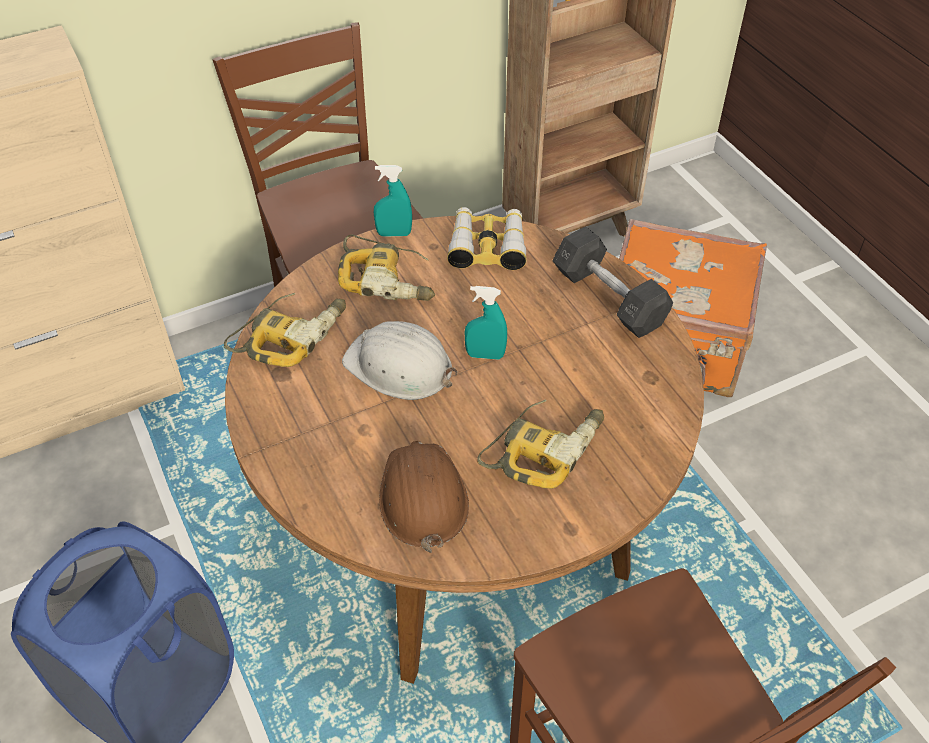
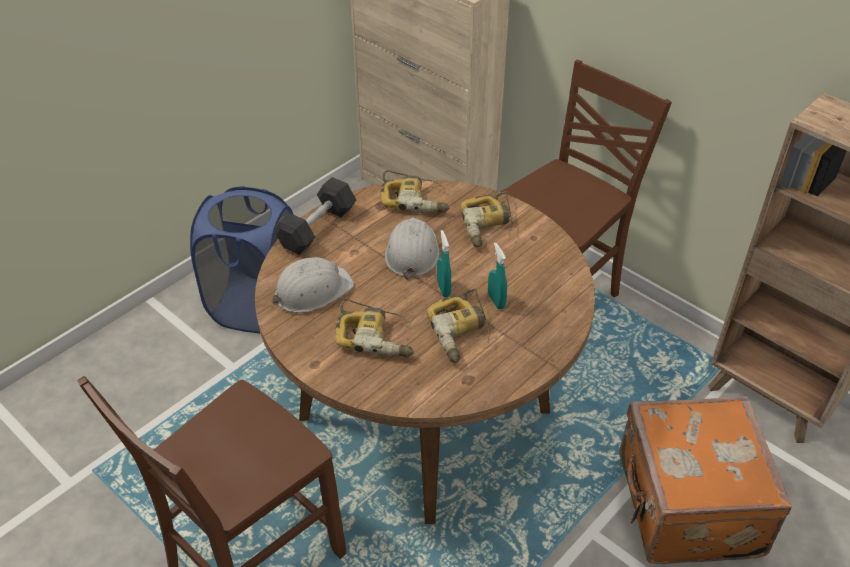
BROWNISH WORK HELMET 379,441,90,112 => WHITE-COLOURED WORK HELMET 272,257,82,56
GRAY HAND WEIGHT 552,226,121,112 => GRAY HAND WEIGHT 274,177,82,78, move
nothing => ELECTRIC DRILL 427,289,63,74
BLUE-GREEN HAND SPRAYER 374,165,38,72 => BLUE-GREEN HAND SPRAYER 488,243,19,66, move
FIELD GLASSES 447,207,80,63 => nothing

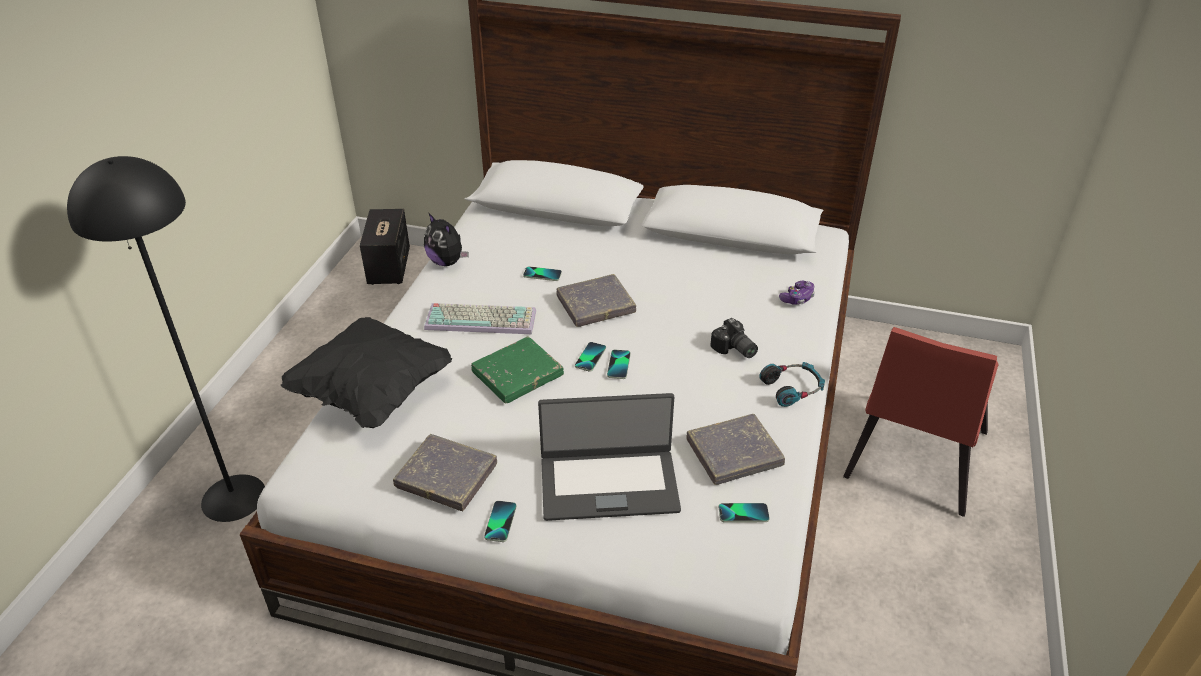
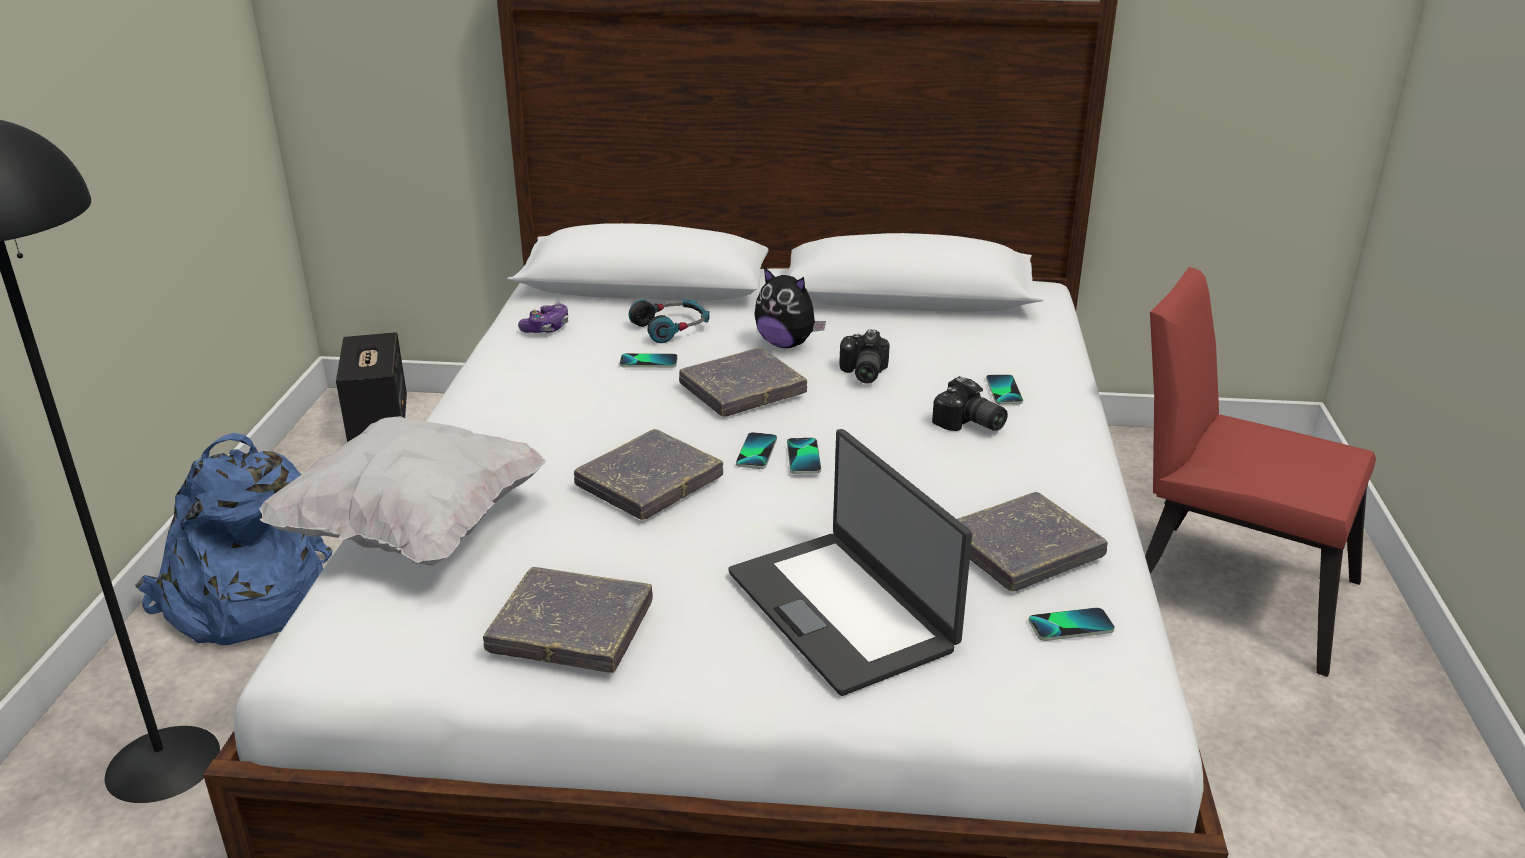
nothing => BLUISH RUCKSACK 135,433,197,212
BLACK PILLOW 281,317,171,111 => WHITE-COLOURED PILLOW 259,416,287,150
GAME CONTROLLER 779,281,36,24 => GAME CONTROLLER 518,302,50,31, move
GREEN-COLOURED BOOK 471,336,93,68 => GRAY BOOK 574,429,149,91
HEADPHONES 759,362,66,45 => HEADPHONES 629,299,81,44, move
PORTABLE COMPUTER 538,393,143,128 => PORTABLE COMPUTER 728,429,244,267, 75 degrees clockwise
PLUSH TOY 424,213,44,53 => PLUSH TOY 754,267,72,81, move
nothing => STILL CAMERA 839,329,51,55
TELEPHONE 484,501,33,41 => TELEPHONE 986,374,37,30, move
REDDISH CHAIR 843,327,156,190 => REDDISH CHAIR 1145,267,231,410, 105 degrees clockwise
PC KEYBOARD 424,303,112,31 => nothing

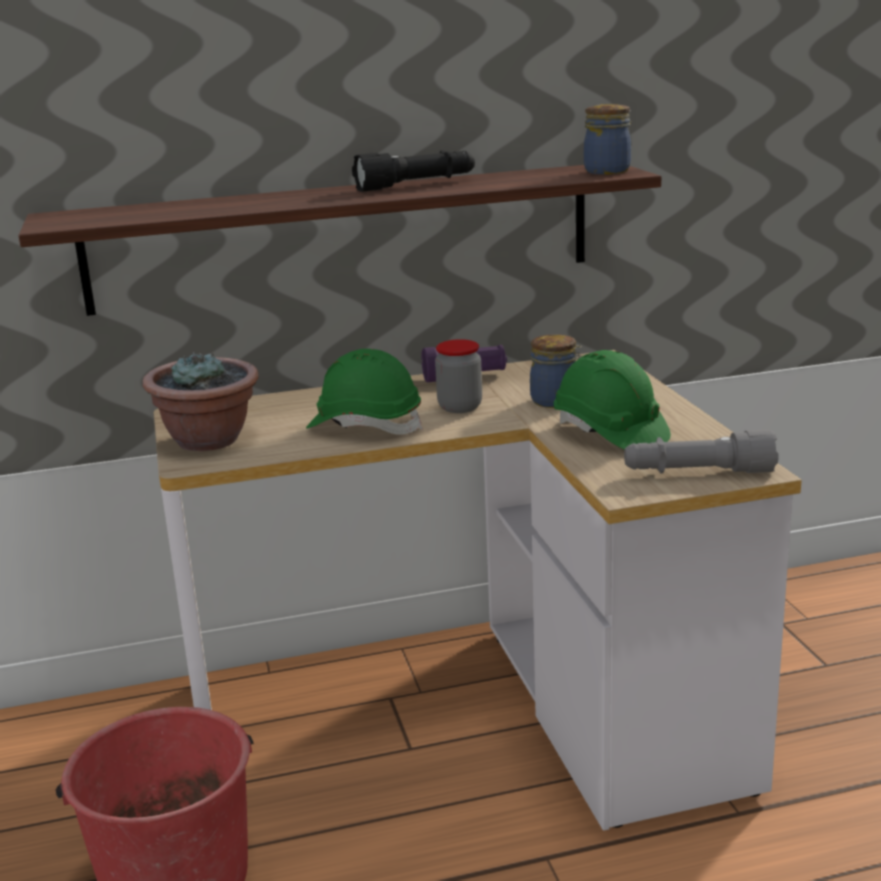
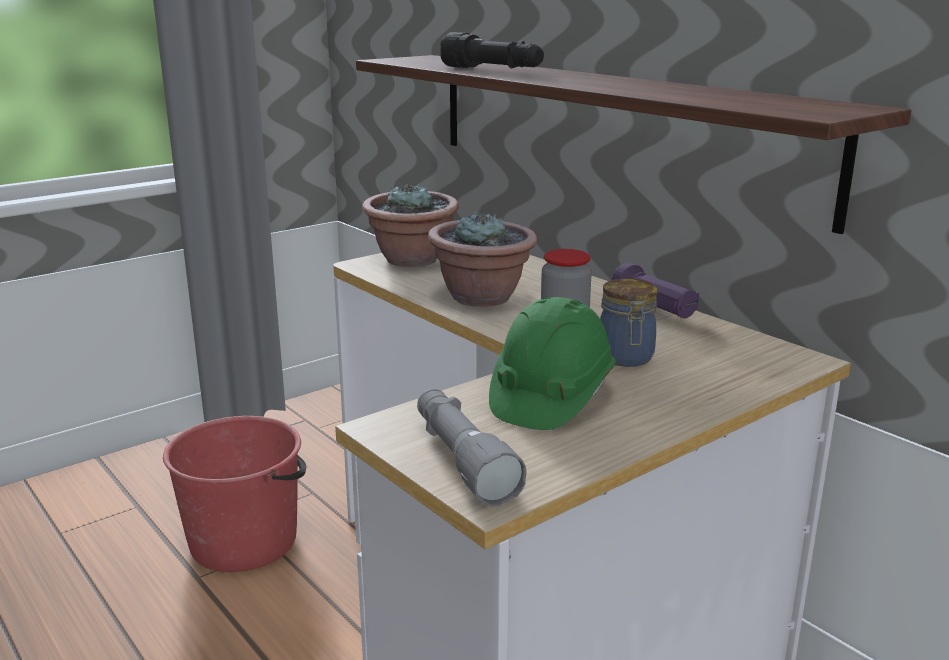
GREEN-COLOURED WORK HELMET 306,349,117,86 => POTTED PLANT 428,212,109,95
BLACK TORCH 352,150,123,42 => BLACK TORCH 440,32,104,36, move
PRESERVE JAR 584,104,48,70 => nothing

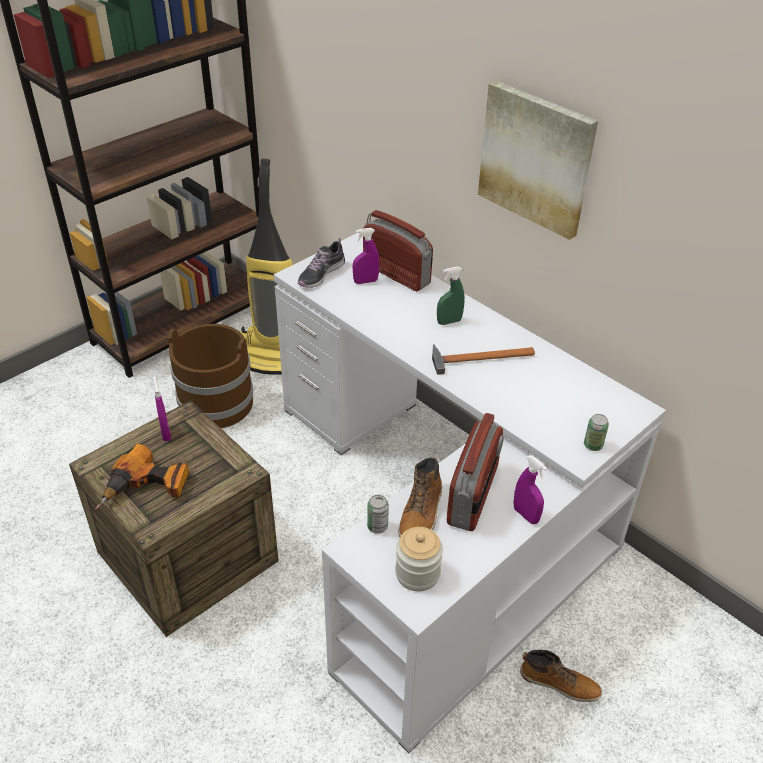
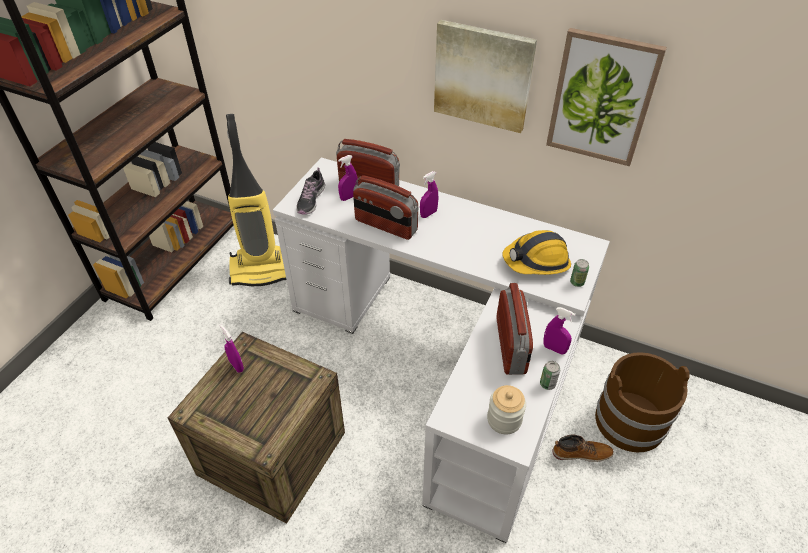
nothing => RADIO 353,175,66,65
GREEN-COLOURED HAND SPRAYER 437,267,28,58 => PURPLE HAND SPRAYER 420,171,18,47
nothing => WORK HELMET 502,230,69,45
SEALED CAN 367,495,22,39 => SEALED CAN 540,361,20,29, move
nothing => WALL ART 546,28,121,138
BROWNISH PAIL 168,324,85,104 => BROWNISH PAIL 595,352,95,100, move
ELECTRIC DRILL 95,443,94,67 => nothing
HIGH-TOP BOOT 398,457,44,80 => nothing
HAND HAMMER 432,344,103,31 => nothing

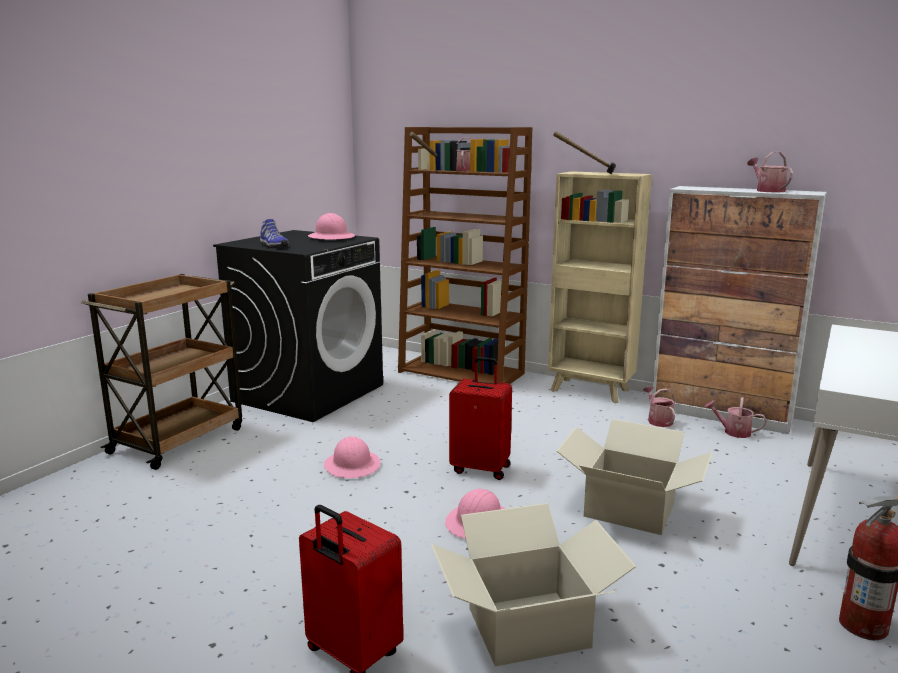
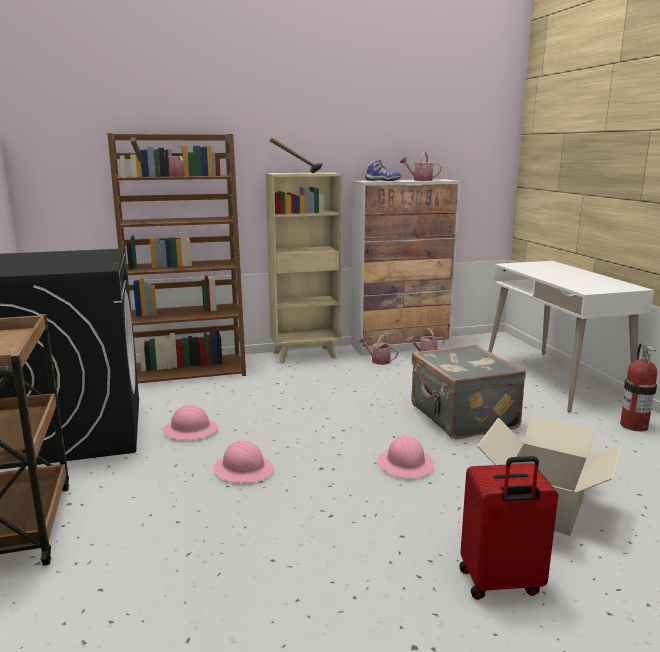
PINK-COLOURED WORK HELMET 308,213,47,27 => PINK-COLOURED WORK HELMET 163,405,55,35, move
LOW SHOE 260,219,29,29 => LOW SHOE 365,159,36,22, move
PACKING BOX 557,419,156,116 => GRAY PIECE OF LUGGAGE 411,345,115,94
REDDISH PIECE OF LUGGAGE 449,357,63,123 => nothing

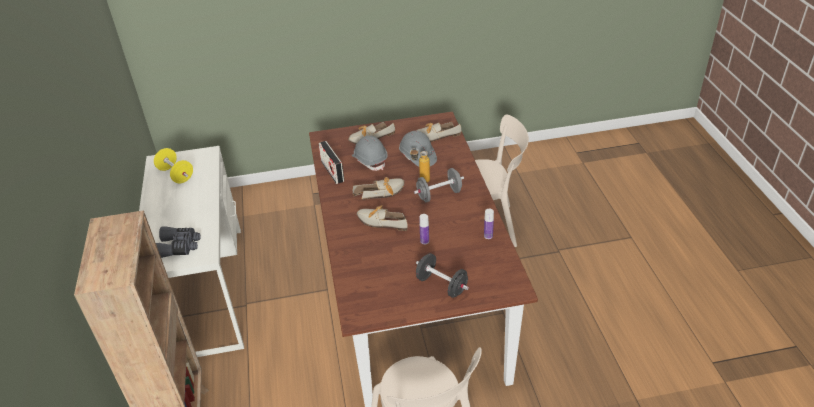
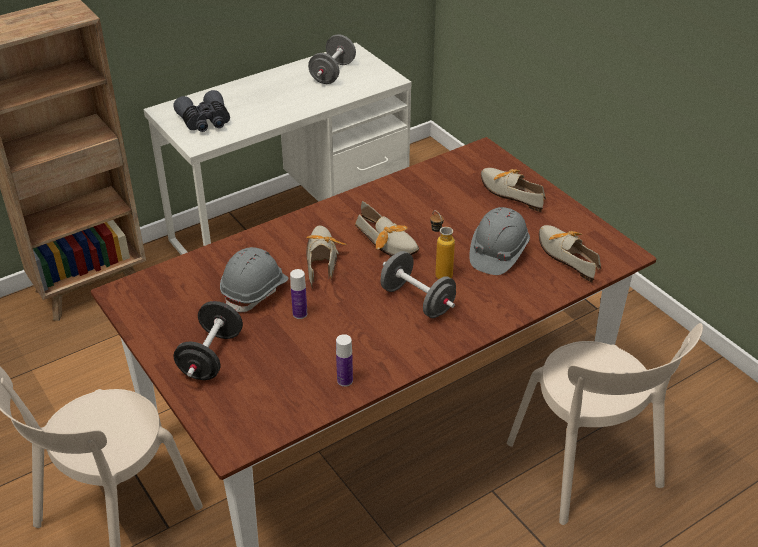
GRAY WORK HELMET 352,136,35,35 => GRAY WORK HELMET 220,247,68,65, move
YELLOW HAND WEIGHT 154,148,39,35 => GRAY HAND WEIGHT 308,34,48,50
RADIO 318,141,26,43 => nothing

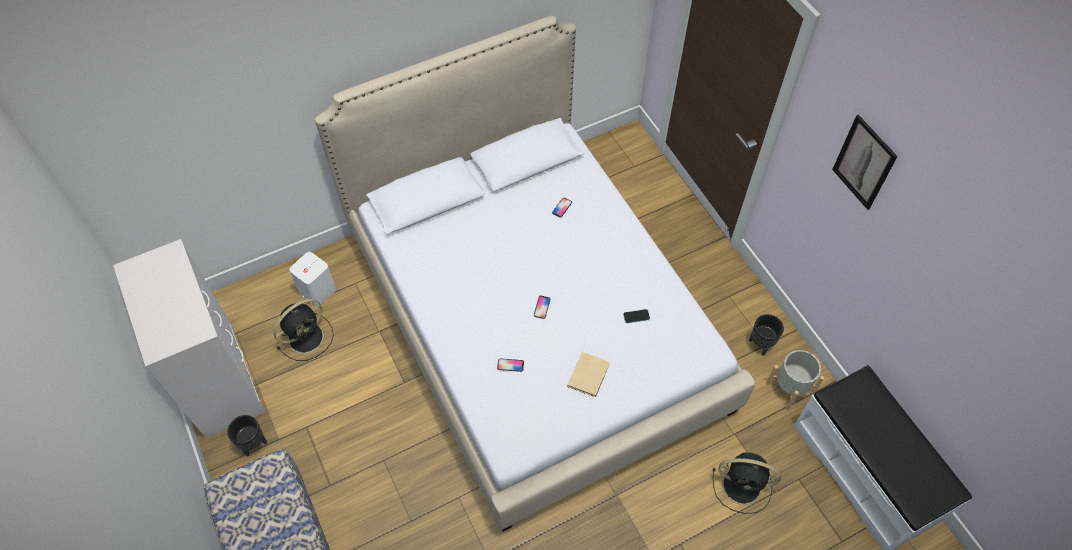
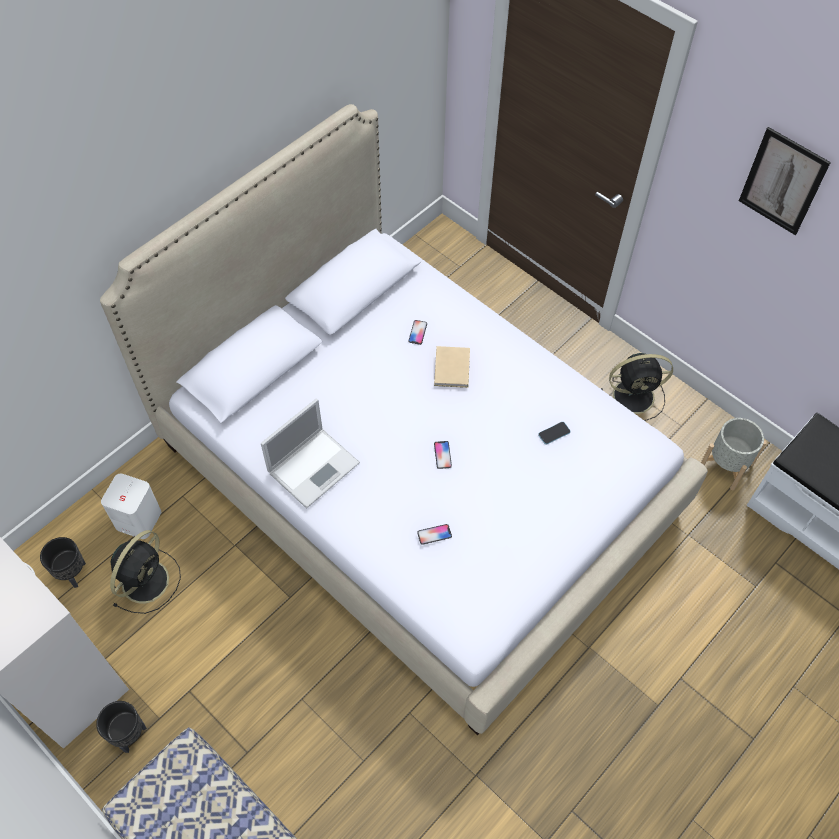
BLACK PLANTER 749,314,35,42 => BLACK PLANTER 40,537,46,51, move
nothing => PORTABLE COMPUTER 261,398,99,110
BEIGE-COLOURED BOOK 567,352,43,46 => BEIGE-COLOURED BOOK 434,346,36,42, move
BLACK COOLING FAN 713,452,68,62 => BLACK COOLING FAN 600,353,73,68, move

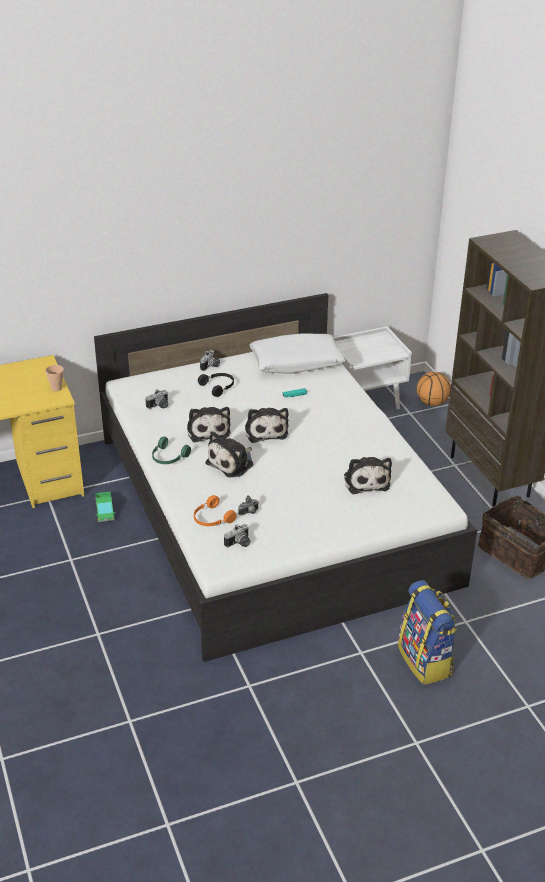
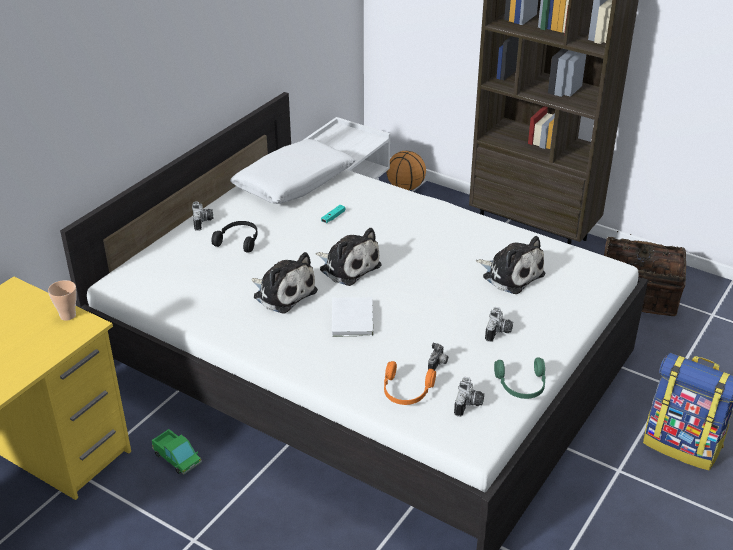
PLUSH TOY 205,432,48,46 => WHITE-COLOURED BOOK 332,297,41,40
STILL CAMERA 146,389,22,20 => STILL CAMERA 485,307,28,35, move
GREEN-COLOURED HEADPHONES 152,437,39,27 => GREEN-COLOURED HEADPHONES 494,358,52,41, move

